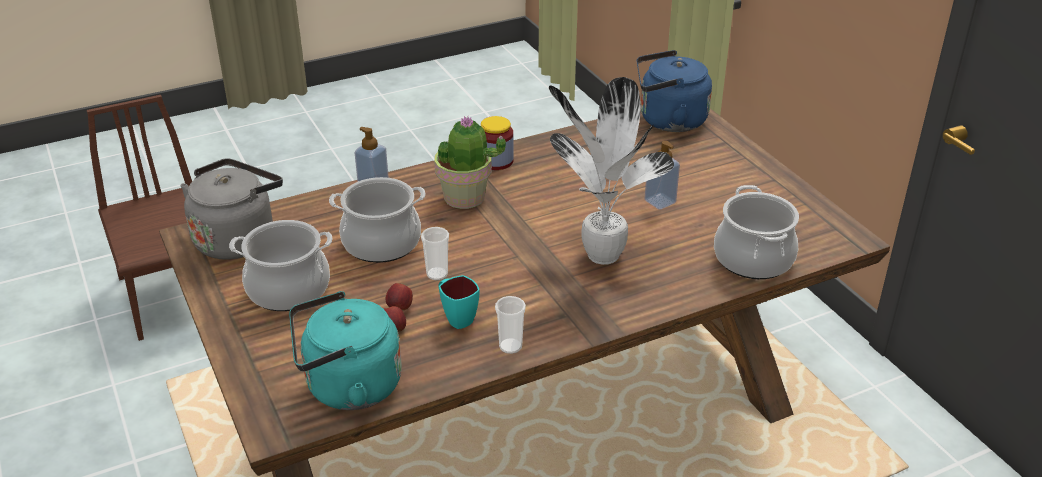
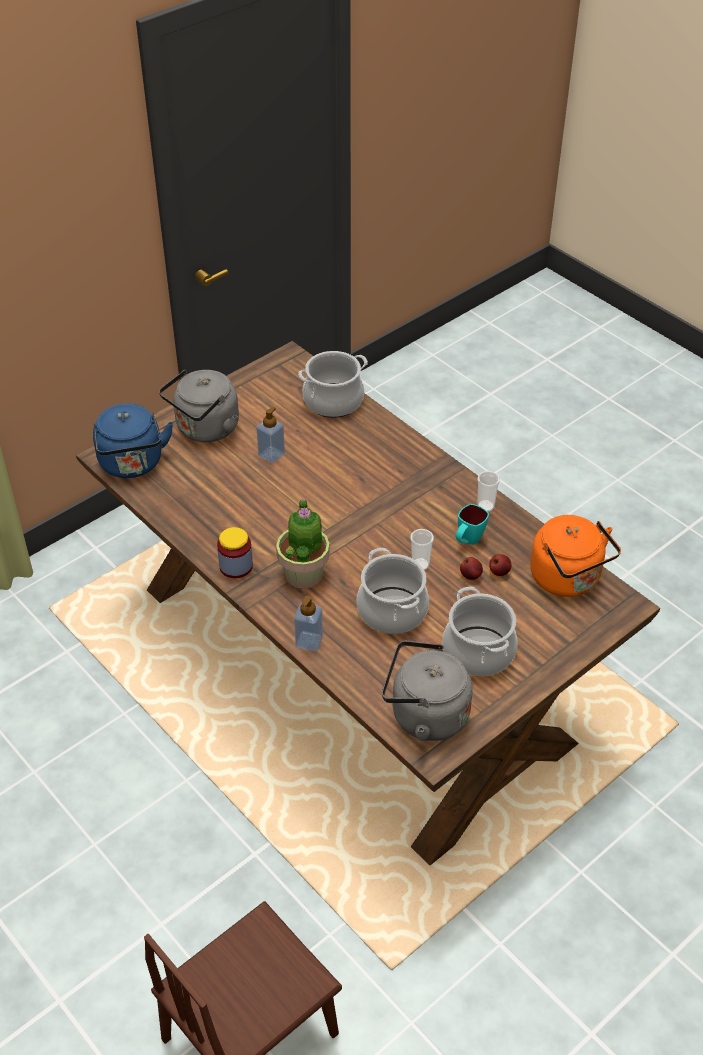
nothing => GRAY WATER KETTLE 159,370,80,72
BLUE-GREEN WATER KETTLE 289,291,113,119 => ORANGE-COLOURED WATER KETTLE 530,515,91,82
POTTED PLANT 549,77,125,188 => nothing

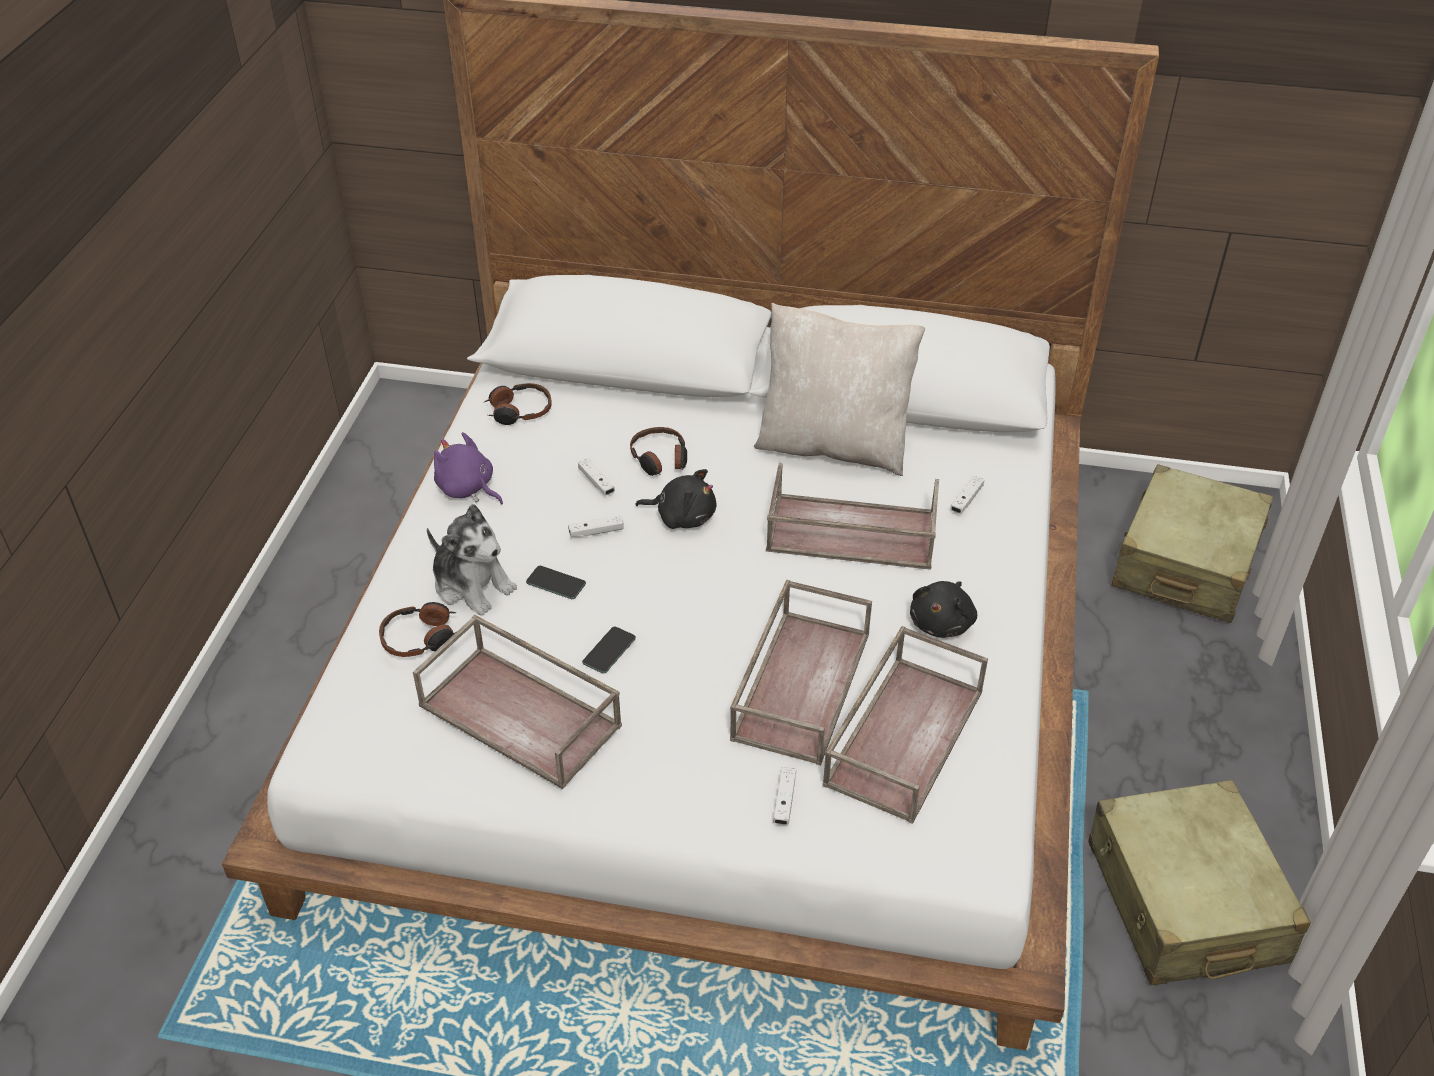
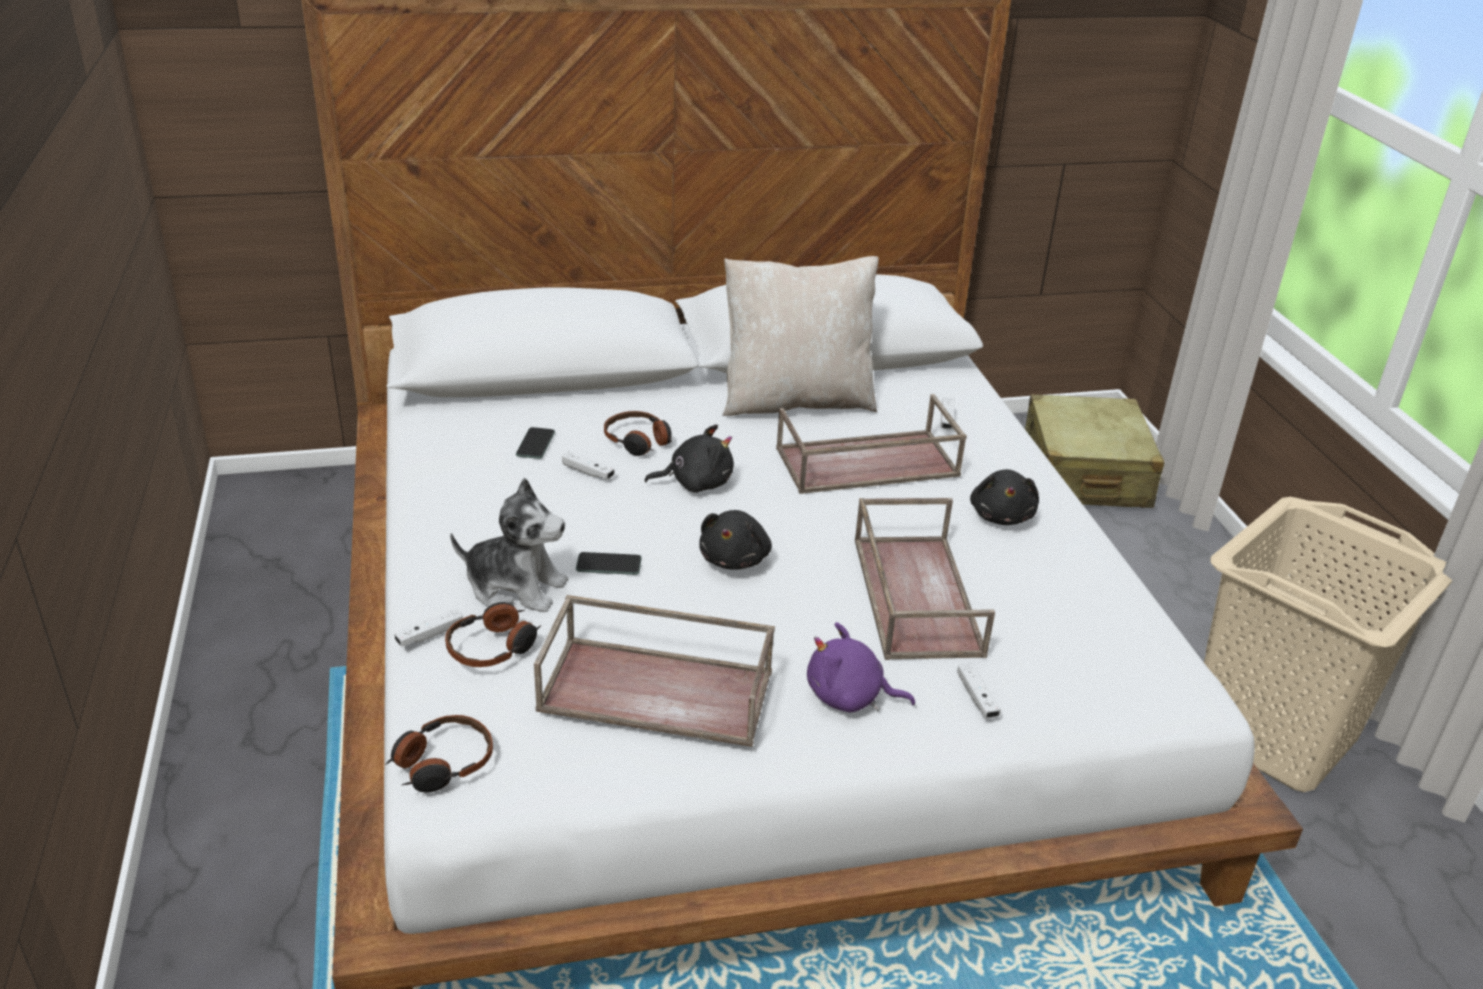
HEADPHONES 484,383,68,42 => HEADPHONES 385,715,108,78, move
WHITE-COLOURED GAME CONTROLLER 568,515,56,22 => WHITE-COLOURED GAME CONTROLLER 394,608,69,39, move
TELEPHONE 582,627,54,47 => TELEPHONE 516,427,39,32, move
nothing => BLACK PLUSH TOY 699,510,73,60
PURPLE PLUSH TOY 434,432,69,73 => PURPLE PLUSH TOY 807,622,108,90, move
BEIGE-COLOURED PIECE OF LUGGAGE 1088,780,223,205 => BEIGE-COLOURED HAMPER 1204,497,248,295
BROWNISH TRAY 822,626,166,198 => nothing

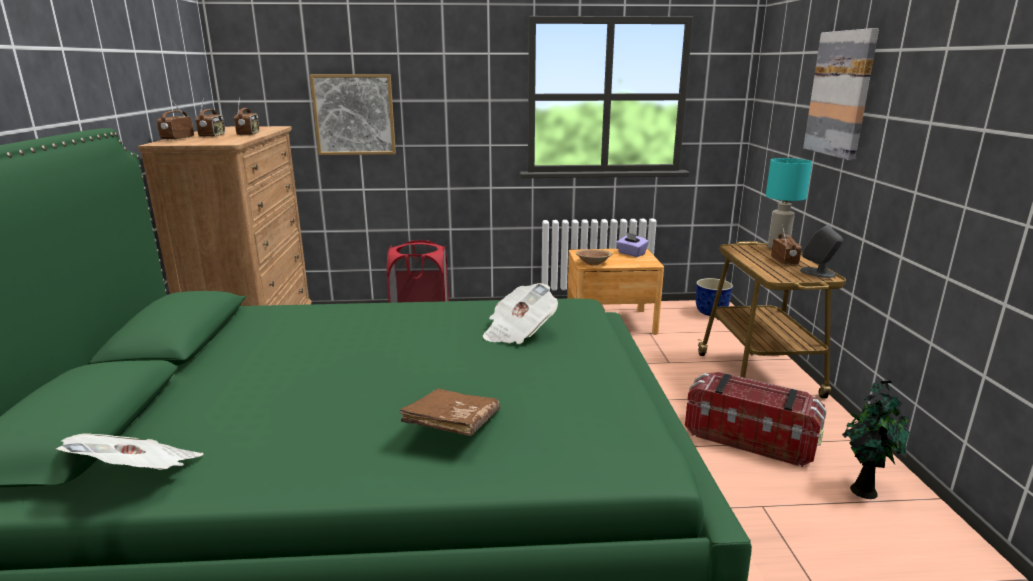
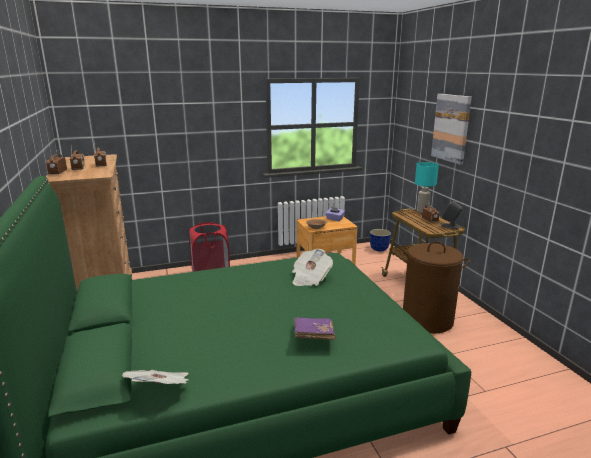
BROWNISH BOOK 399,388,101,48 => PURPLE BOOK 294,317,42,23
STORAGE BOX 685,372,142,95 => BROWNISH HAMPER 401,241,69,93
WALL ART 310,74,86,81 => nothing
POTTED PLANT 842,379,68,120 => nothing

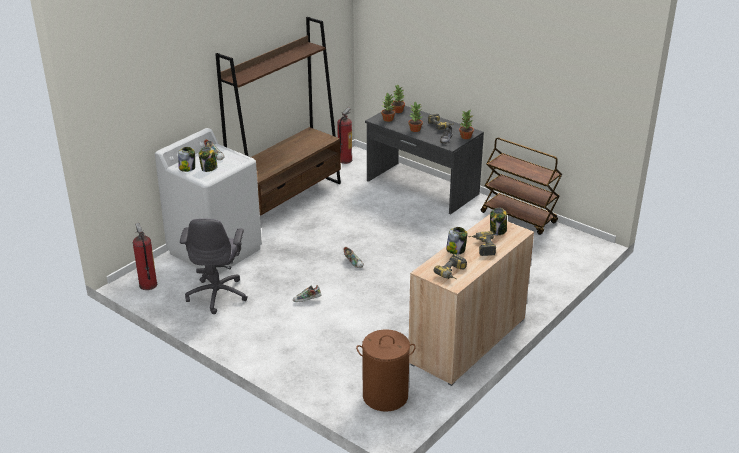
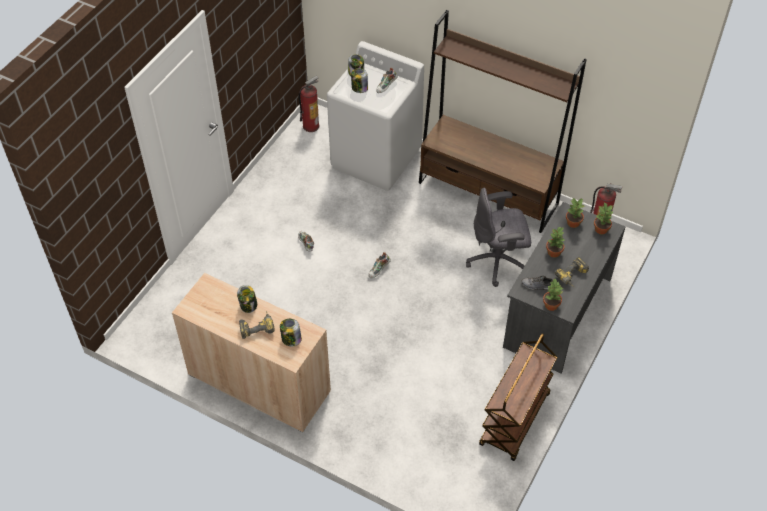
GRAY COMPUTER CHAIR 180,218,67,96 => GRAY COMPUTER CHAIR 466,188,65,99, move
BROWNISH HAMPER 356,329,60,83 => nothing
ELECTRIC DRILL 434,254,33,25 => nothing

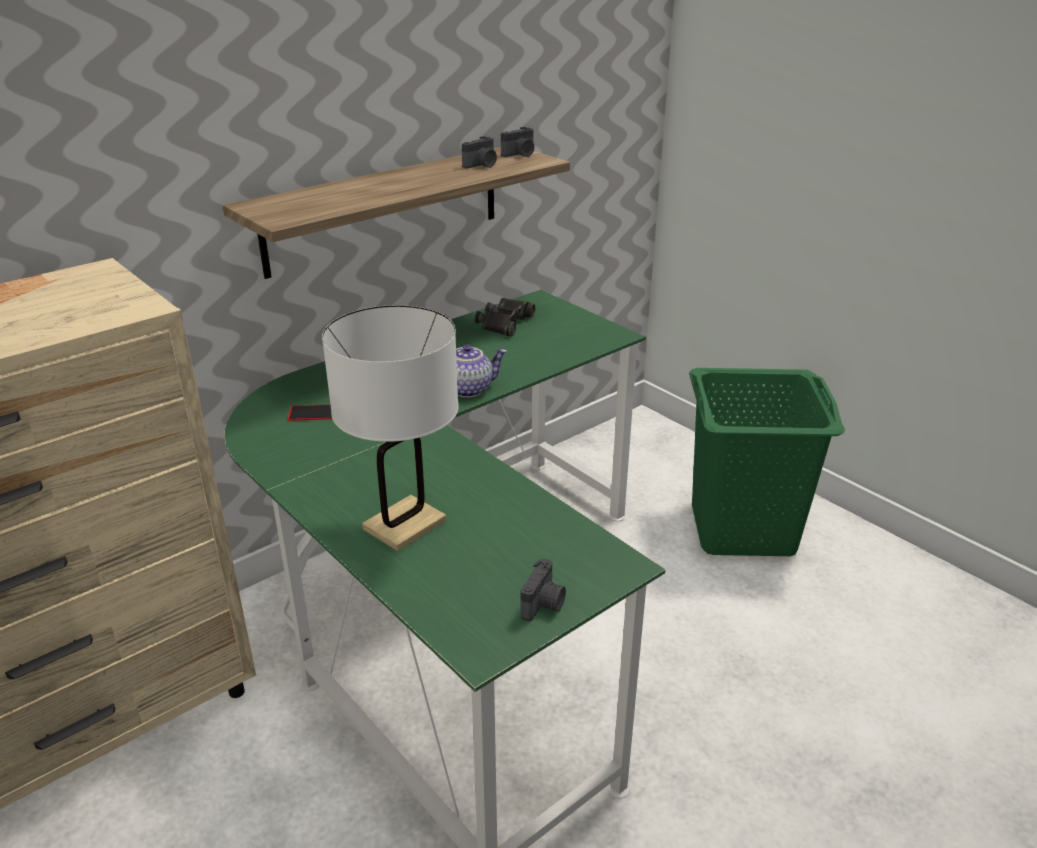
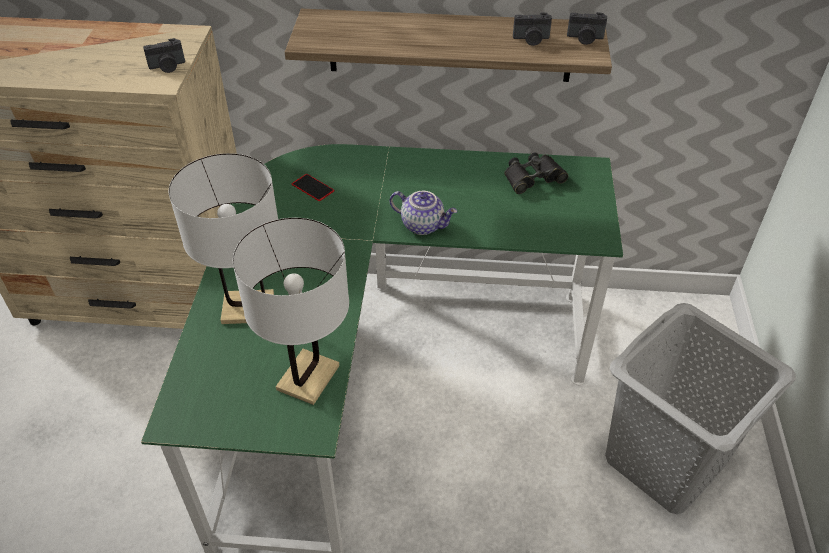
STILL CAMERA 520,559,46,62 => STILL CAMERA 143,38,42,35, move
nothing => WHITE-COLOURED TABLETOP LAMP 233,218,116,187
GREEN-COLOURED HAMPER 689,368,156,188 => GRAY HAMPER 605,303,191,211

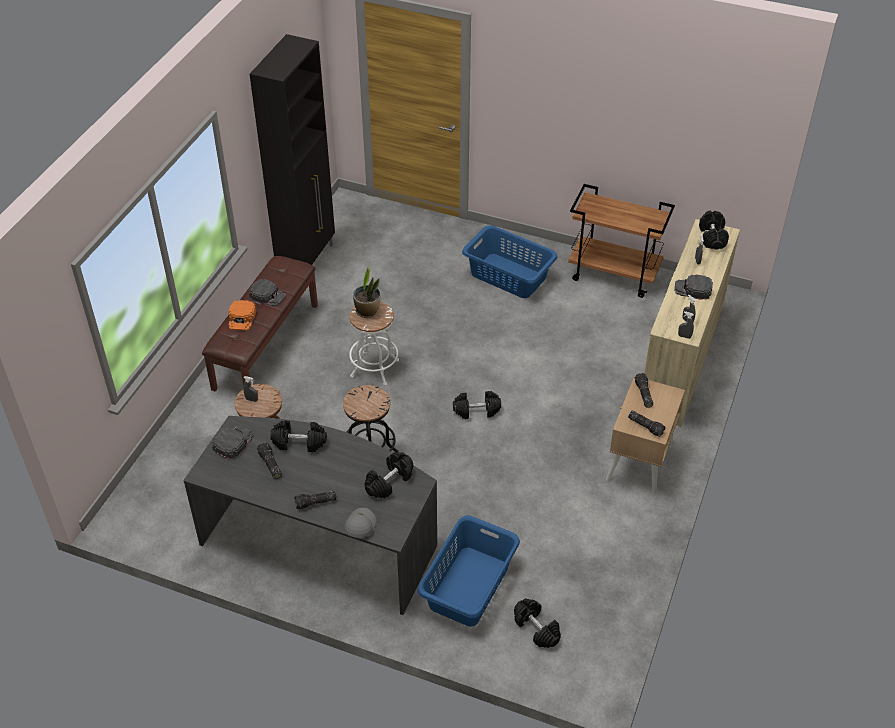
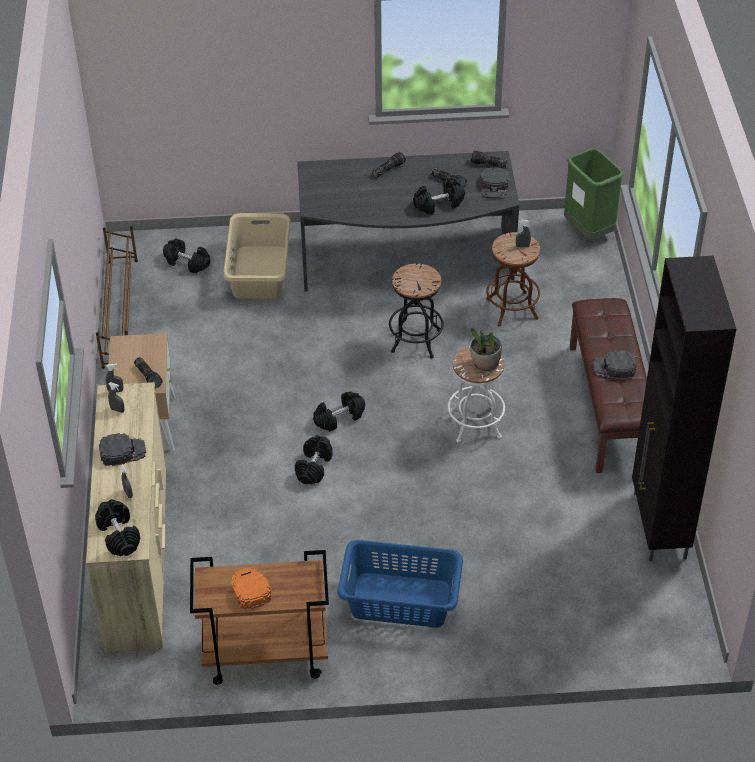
nothing => BROWNISH SHOE STAND 96,226,42,143
BLUISH HAMPER 417,515,103,112 => BEIGE-COLOURED HAMPER 223,213,68,86
ORANGE-COLOURED PEAKED CAP 228,300,28,30 => ORANGE-COLOURED PEAKED CAP 231,567,40,43, move
BLACK HAND WEIGHT 365,452,48,46 => BLACK HAND WEIGHT 295,435,38,49, move
TORCH 628,411,37,26 => TORCH 471,150,37,18, move
nothing => GREEN-COLOURED WASTE BIN 564,148,60,92
GRAY PEAKED CAP 344,508,32,30 => nothing

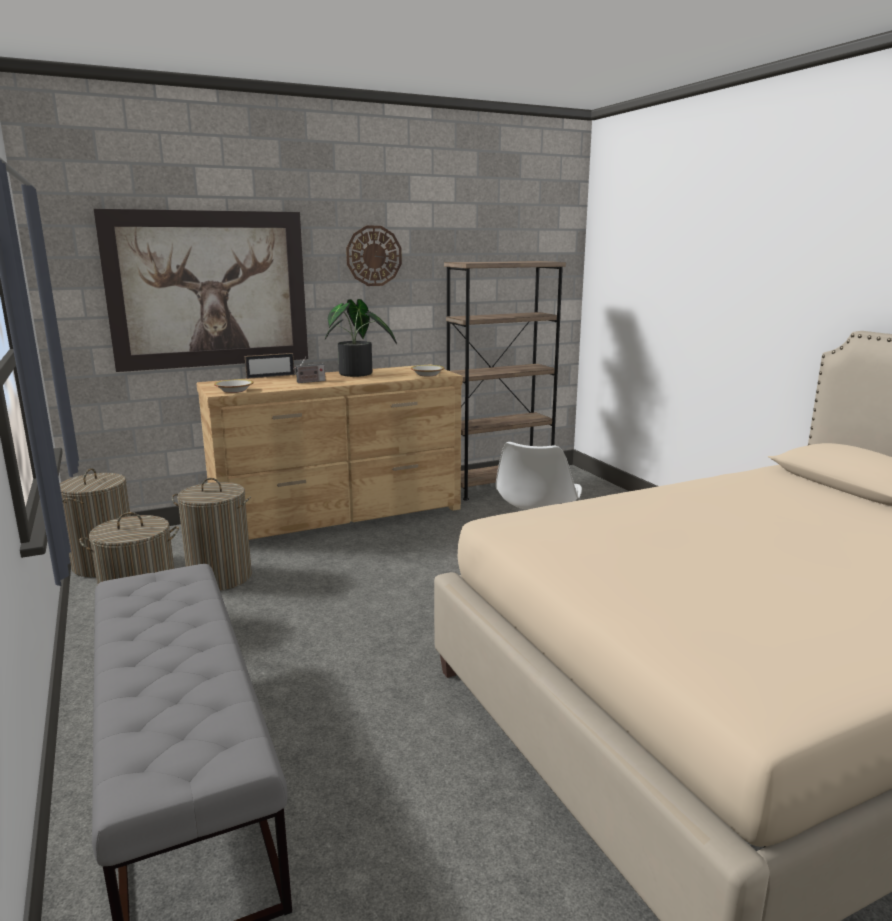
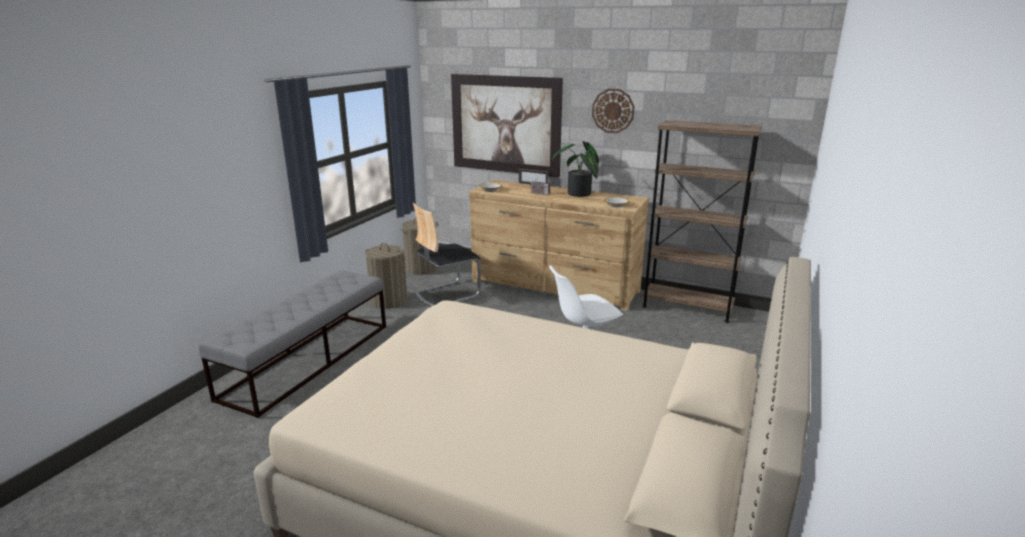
HAMPER 172,478,80,113 => CHAIR 413,203,68,104

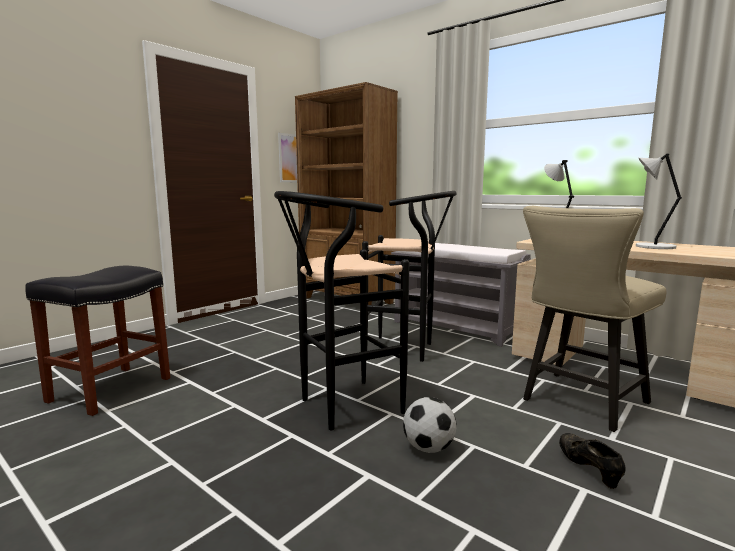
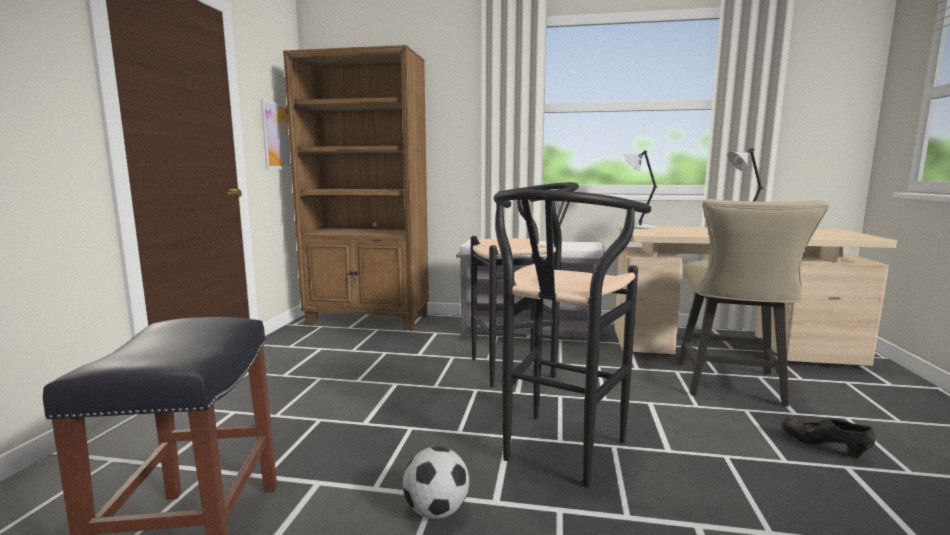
FOOTBALL 403,397,53,56 => FOOTBALL 403,446,66,73, move

